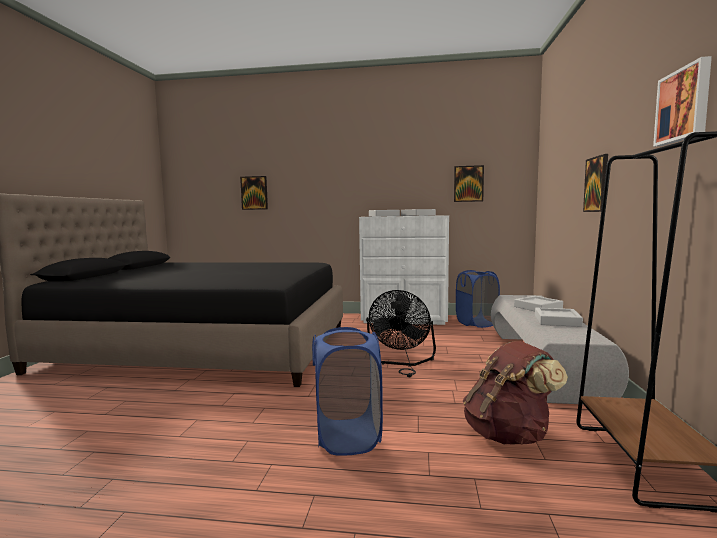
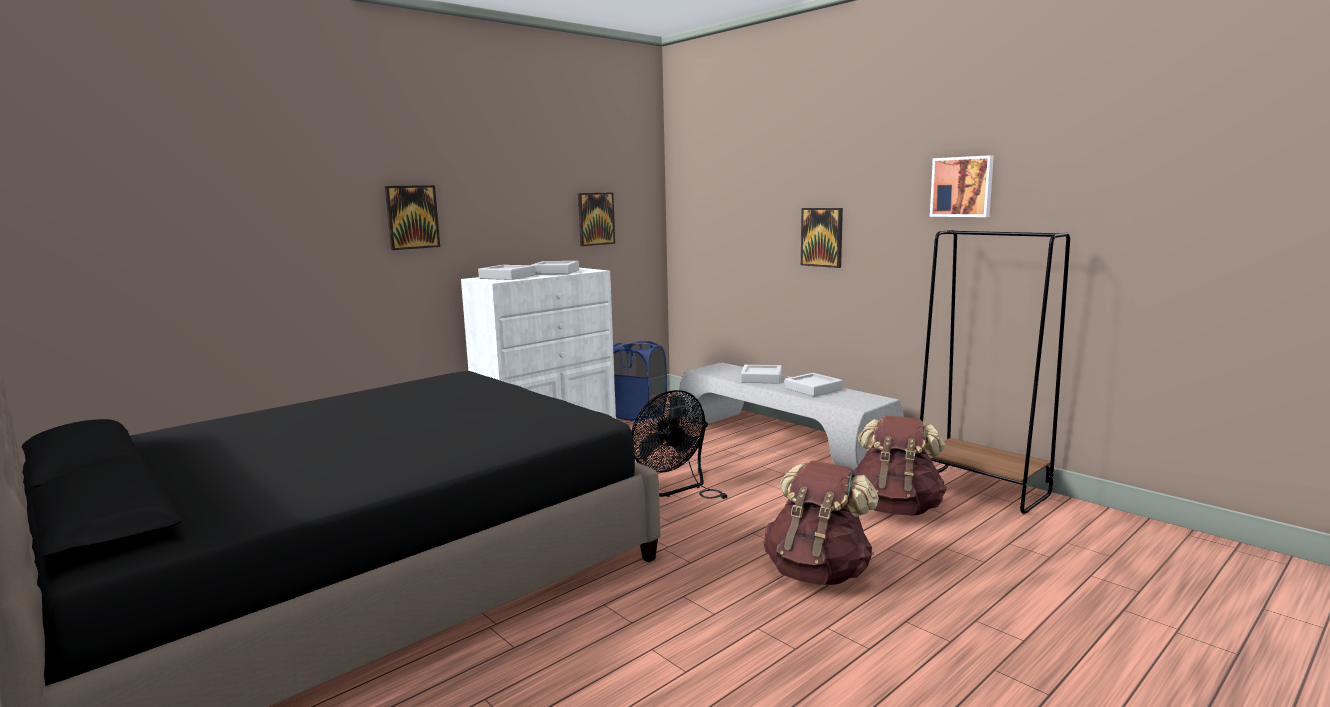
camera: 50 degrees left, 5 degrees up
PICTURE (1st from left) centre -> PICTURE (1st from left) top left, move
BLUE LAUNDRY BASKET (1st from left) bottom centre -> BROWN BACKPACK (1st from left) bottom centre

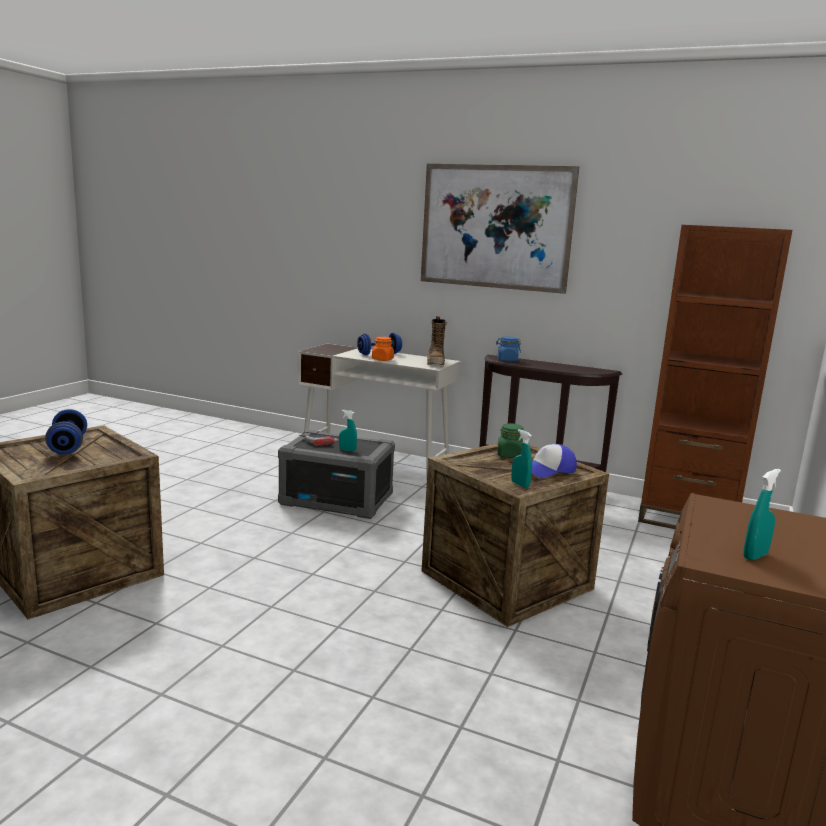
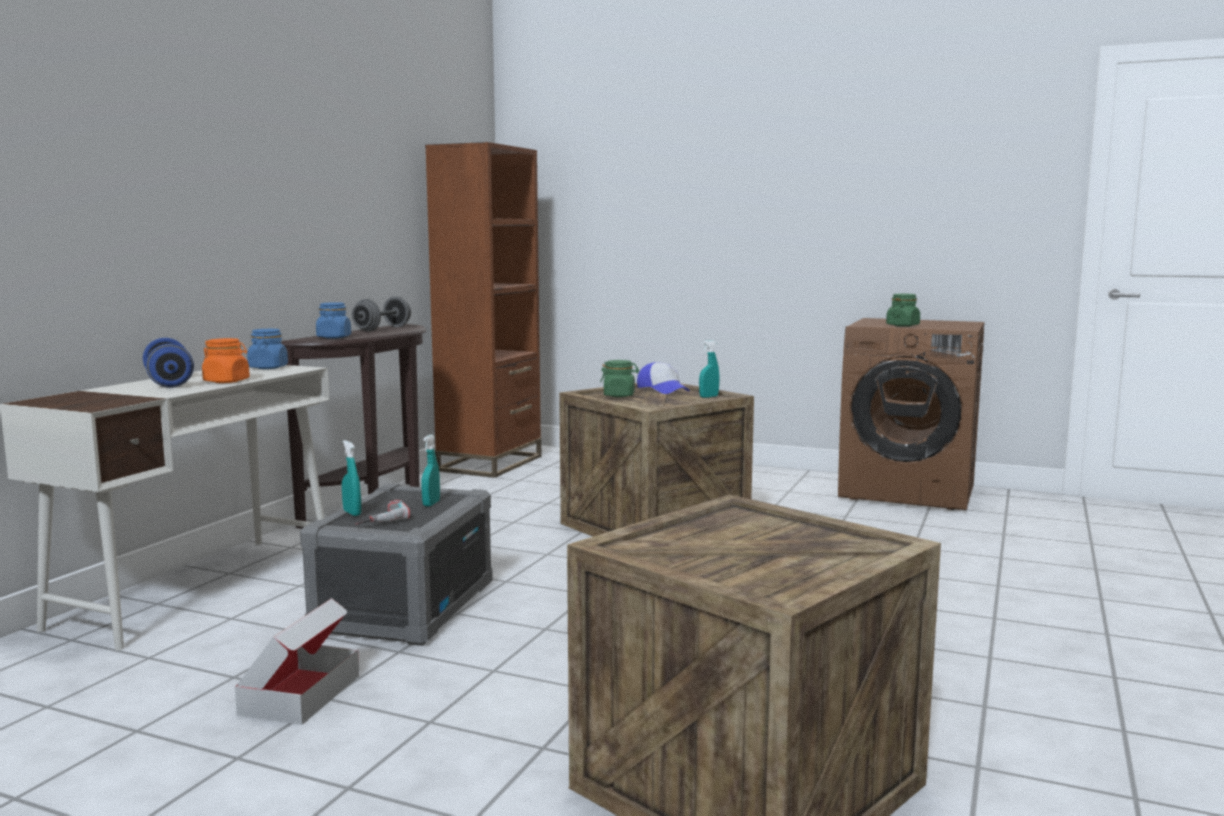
camera: 90 degrees left, 5 degrees down
none -> CARDBOARD BOX bottom left
BOOT centre -> BLUE JAR (1st from left) middle left
TURQUOISE SPRAY BOTTLE (3rd from left in the first image) middle right -> TURQUOISE SPRAY BOTTLE (1st from left) middle left, move
none -> GREY DUMBBELL middle left
none -> GREEN JAR (2nd from left) middle right
BLUE DUMBBELL (1st from left) middle left -> none
PICTURE top centre -> none

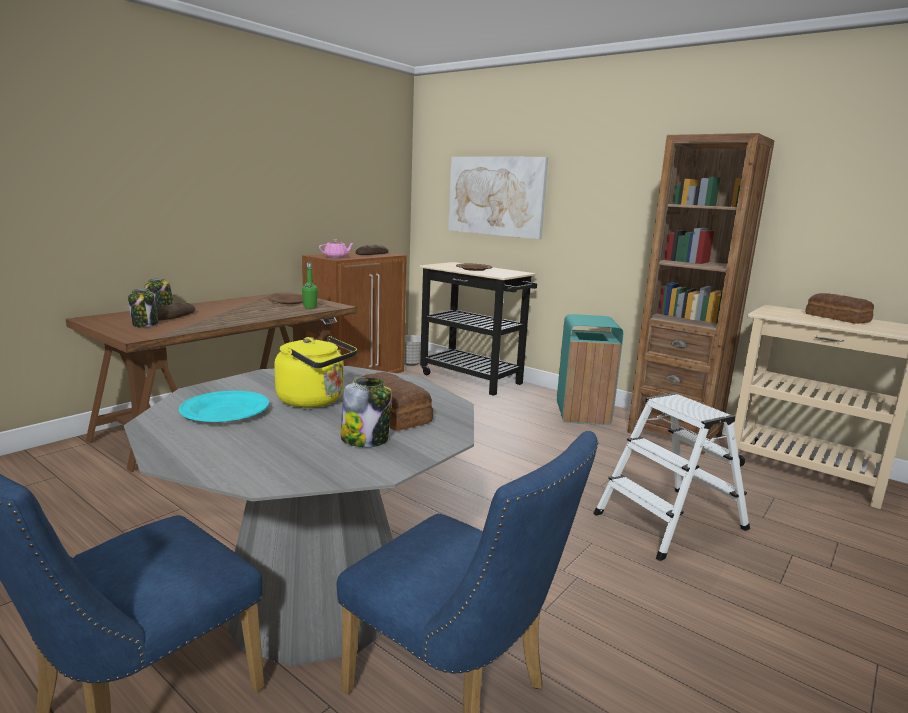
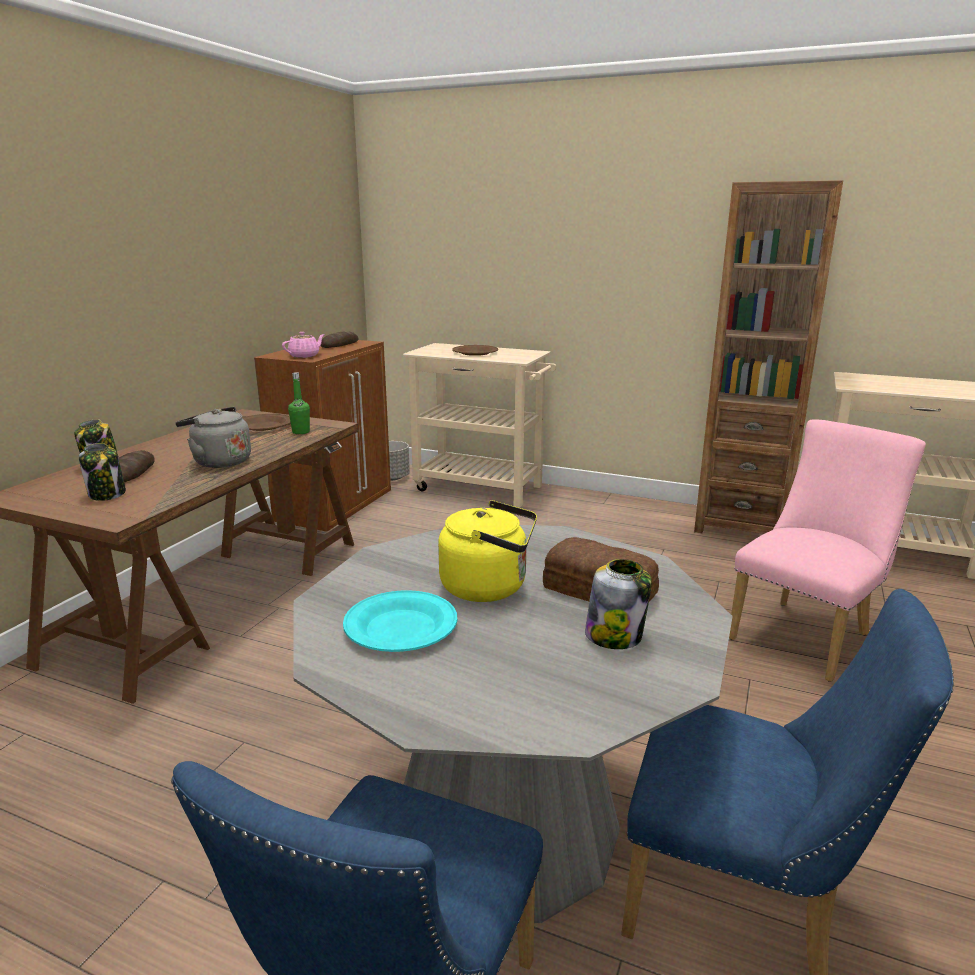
camera: 15 degrees left, 5 degrees up
none -> GREY KETTLE middle left
BLACK CART centre -> BEIGE CART (1st from left) centre
WHITE STEP LADDER bottom right -> PINK CHAIR middle right
PICTURE top centre -> none
TURQUOISE TRASH CAN centre -> none
BREAD (4th from left) middle right -> none

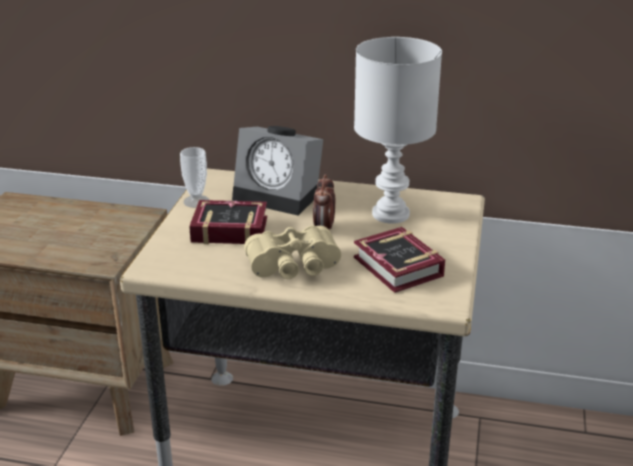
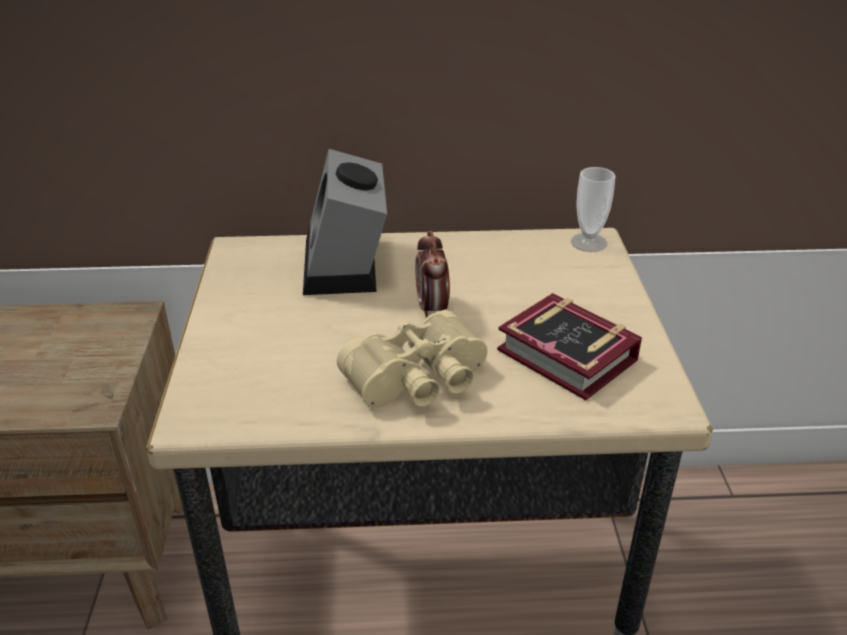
camera: 15 degrees left, 5 degrees up
ALARM CLOCK (1st from left) centre, 75 degrees clockwise
CUP middle left -> CUP top right, move
BOOK (1st from left) centre -> none
WHITE TABLE LAMP top centre -> none

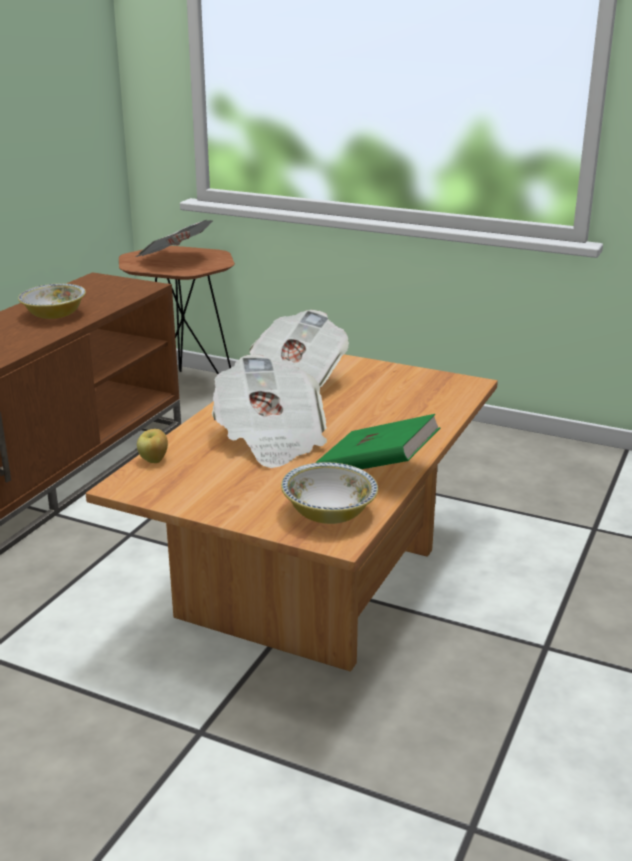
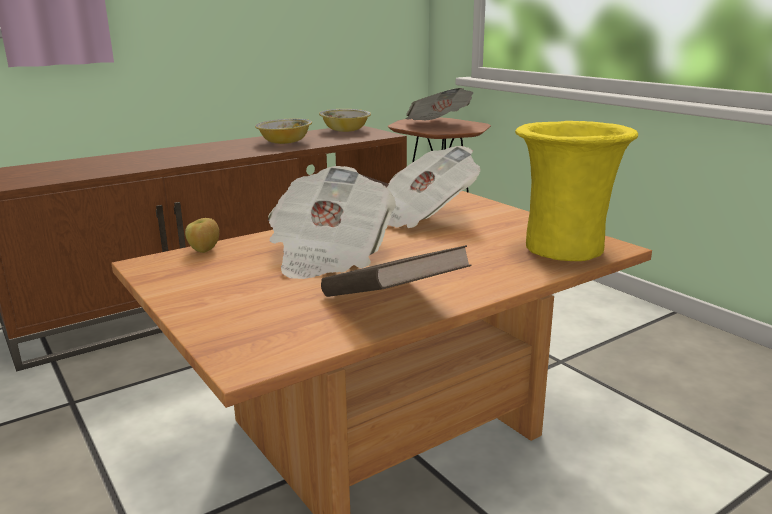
camera: 30 degrees right, 5 degrees down
BOWL (2nd from left) centre -> BOWL (2nd from left) top centre, move
GREEN BOOK centre -> BROWN BOOK centre
none -> YELLOW VASE middle right

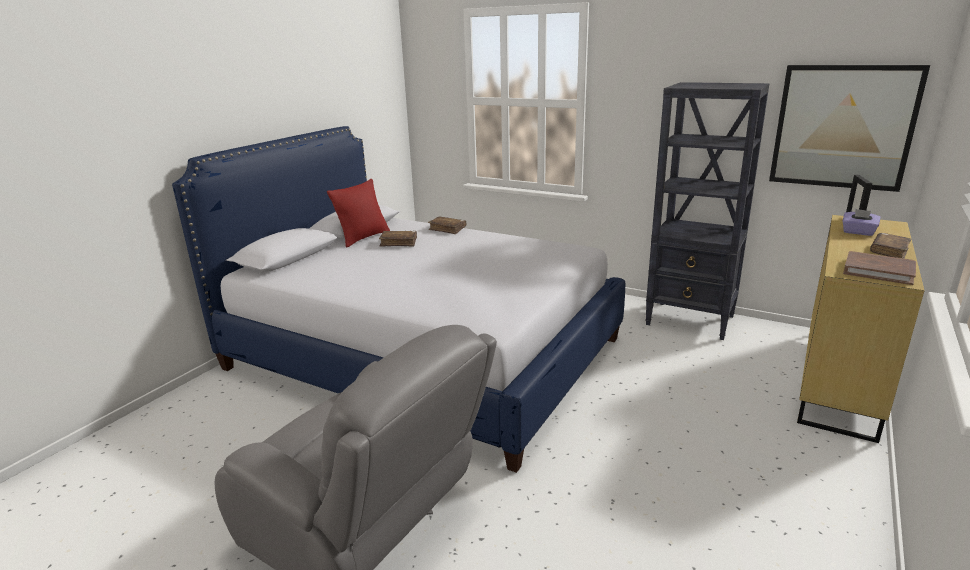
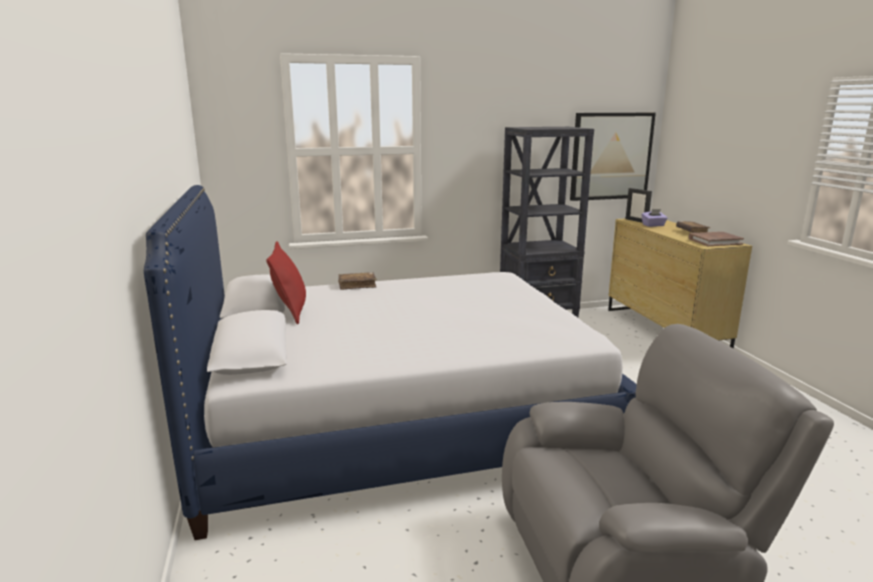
camera: 45 degrees left, 5 degrees down
BROWN BOOK (1st from left) centre -> none

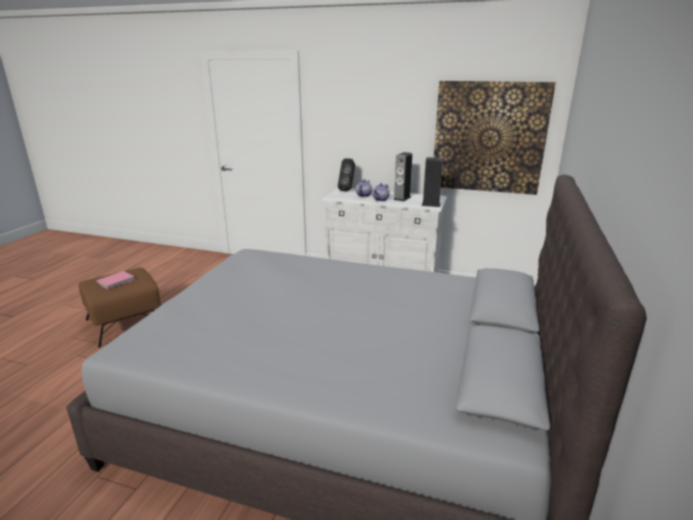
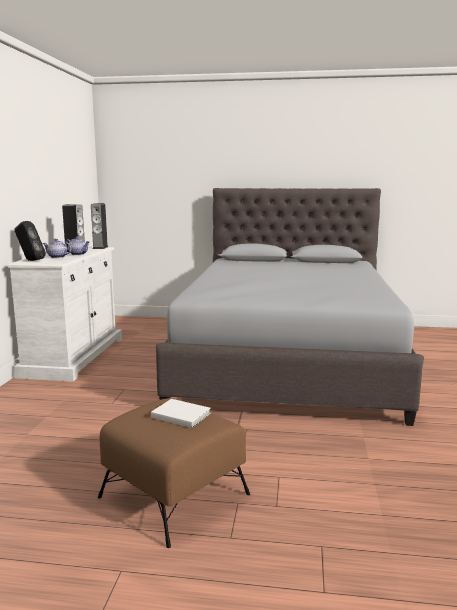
camera: 100 degrees left, 10 degrees down
PINK BOOK middle left -> WHITE BOOK bottom centre
PICTURE top right -> none

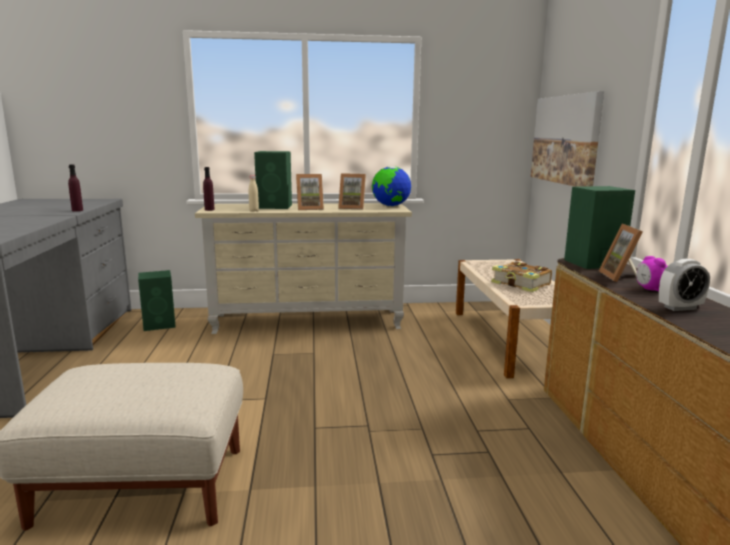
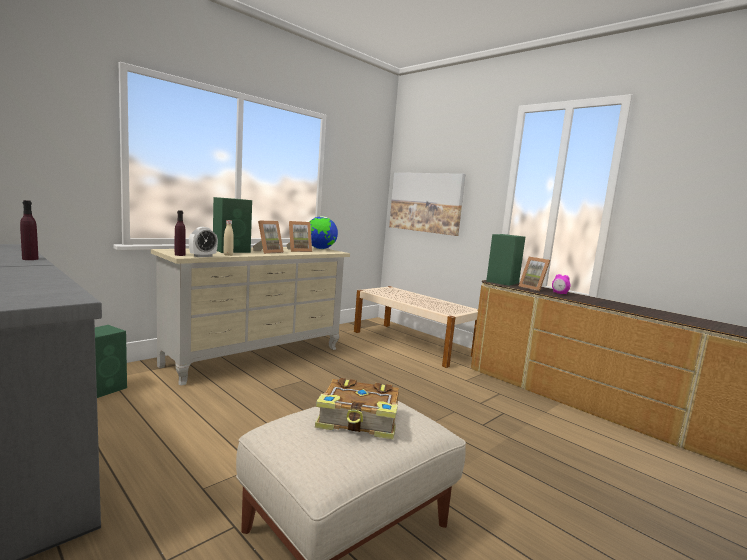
camera: 40 degrees left, 5 degrees down
ALARM CLOCK (2nd from left in the first image) middle right -> ALARM CLOCK (1st from left) middle left, move
BOOK middle right -> BOOK bottom centre, move

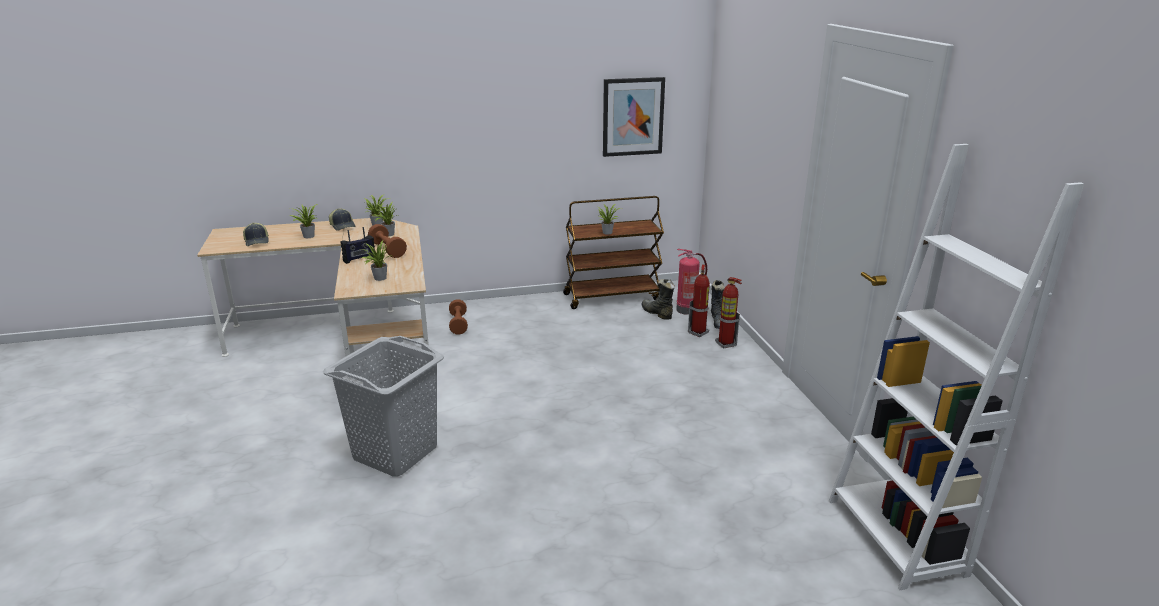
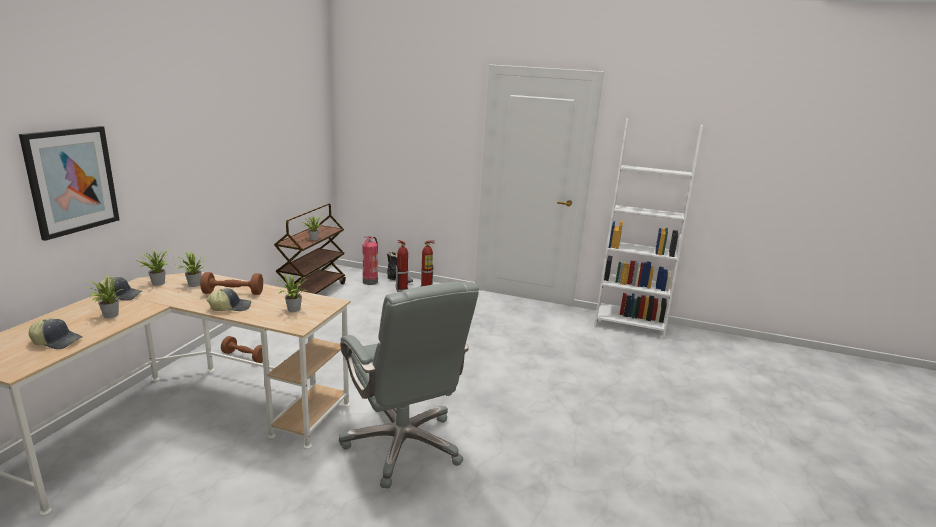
camera: 60 degrees left, 5 degrees down
PICTURE top centre -> PICTURE middle left, move
RADIO middle left -> CAP (3rd from left) middle left
GREY LAUNDRY BASKET bottom left -> GREY OFFICE CHAIR bottom centre
BLACK BOOT (1st from left) centre -> none

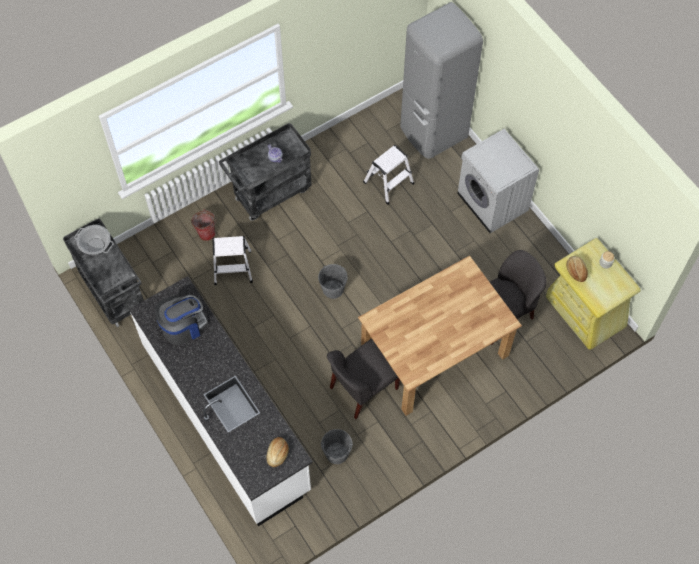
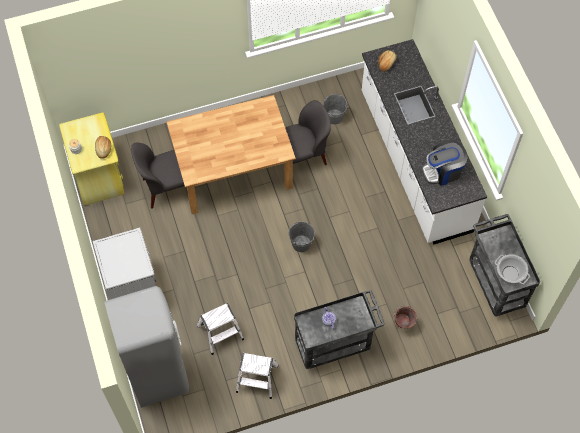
camera: 165 degrees left, 0 degrees up
WHITE STEP LADDER (1st from left in the first image) middle left -> WHITE STEP LADDER (2nd from left) bottom centre, move

